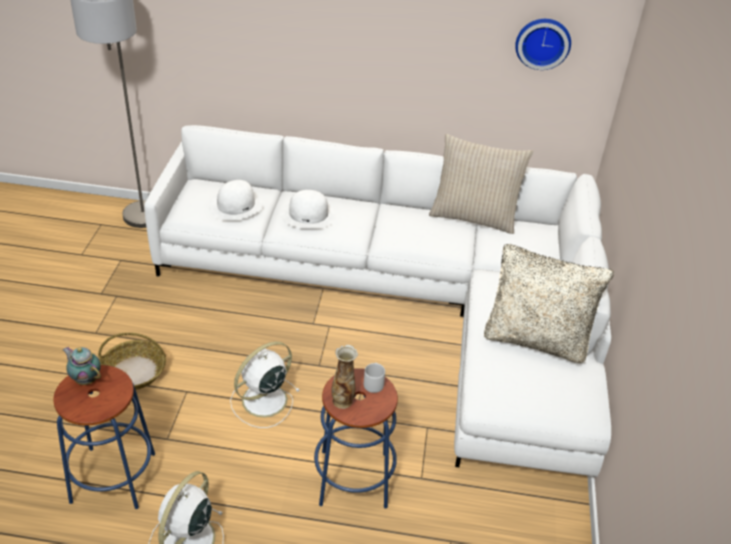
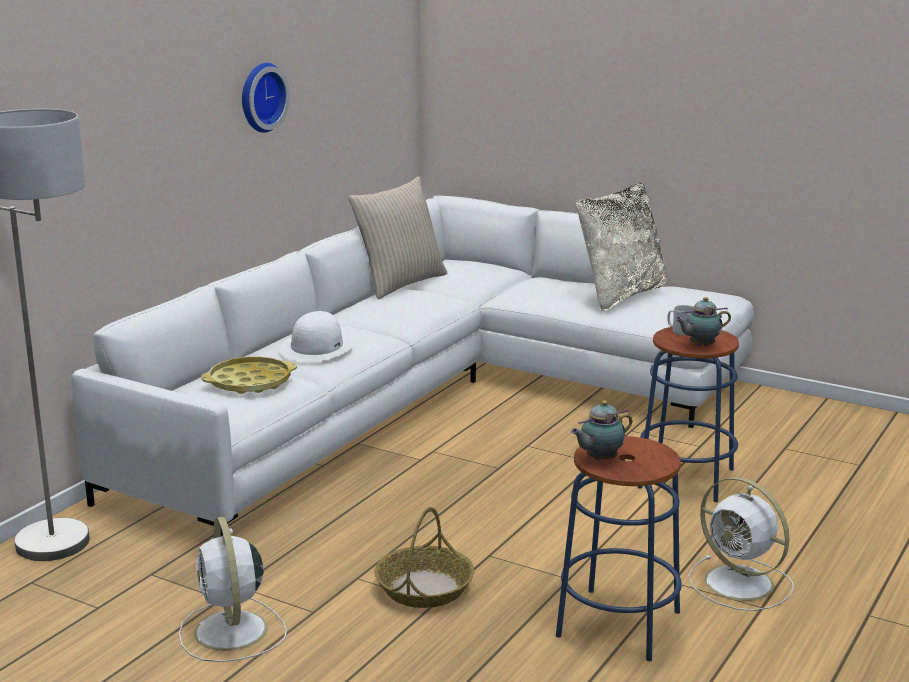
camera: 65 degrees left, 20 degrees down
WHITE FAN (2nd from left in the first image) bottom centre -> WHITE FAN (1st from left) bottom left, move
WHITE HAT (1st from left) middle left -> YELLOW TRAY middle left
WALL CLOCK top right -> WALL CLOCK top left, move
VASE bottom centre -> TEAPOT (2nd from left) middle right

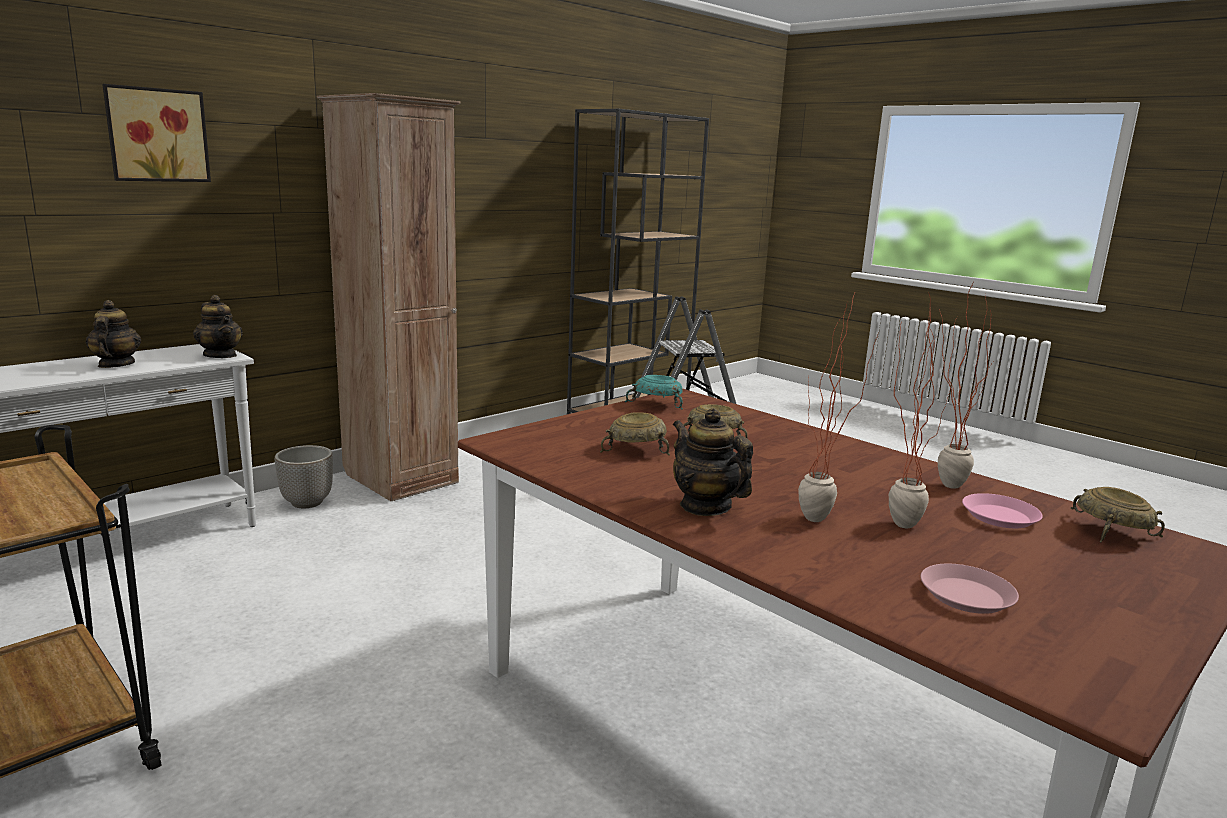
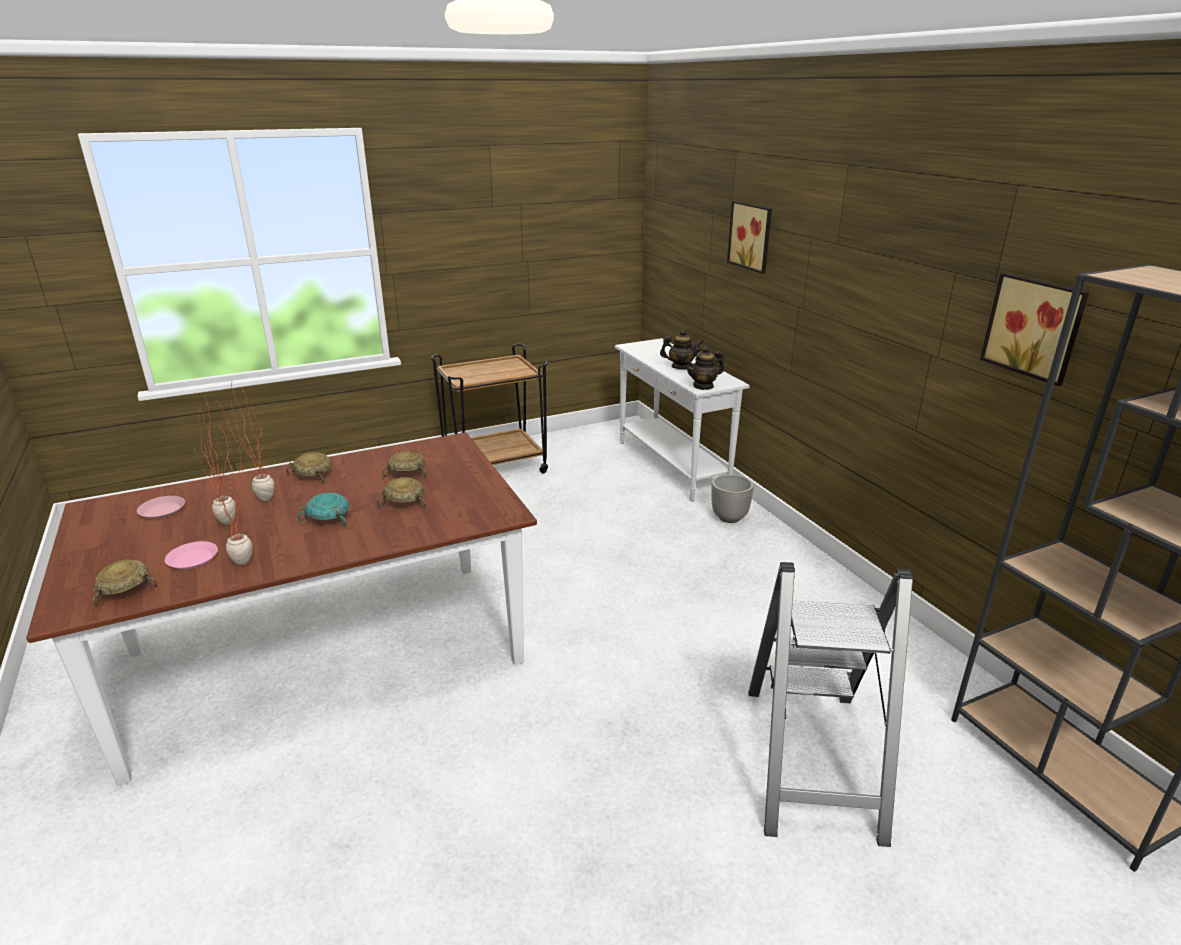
camera: 110 degrees right, 10 degrees up
TEAPOT (3rd from left) centre -> BEIGE BOWL (2nd from left) middle left
TURQUOISE BOWL centre -> TURQUOISE BOWL middle left, move
none -> PICTURE (2nd from left) middle right
BROWN CABINET middle left -> none

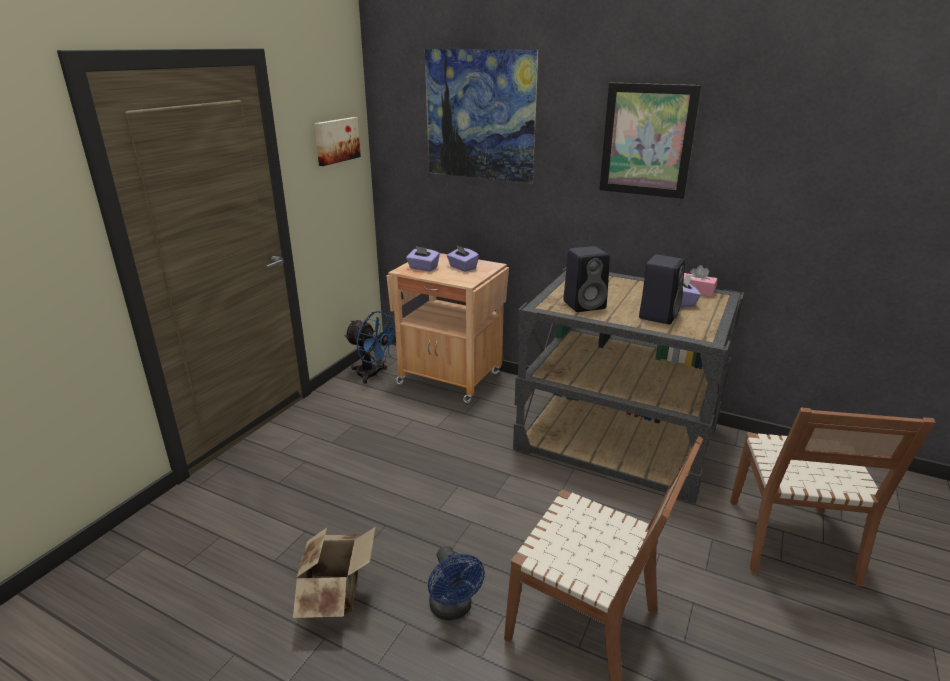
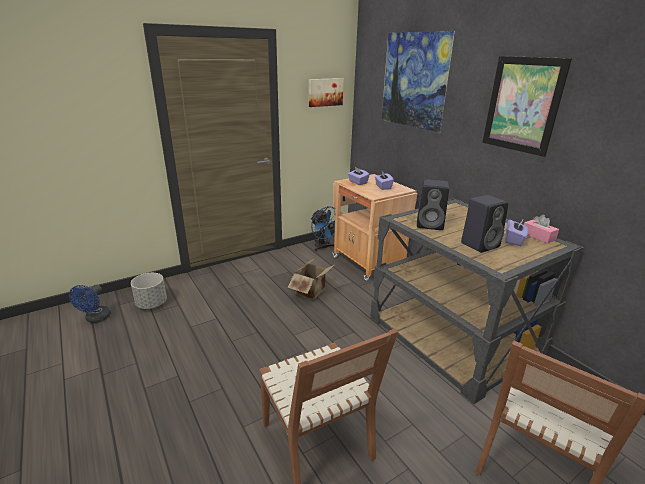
camera: 30 degrees right, 0 degrees up
BLUE FAN (2nd from left in the first image) bottom centre -> BLUE FAN (1st from left) middle left, move
none -> GREY PLANTER middle left
CARDBOARD BOX bottom centre -> CARDBOARD BOX centre, move

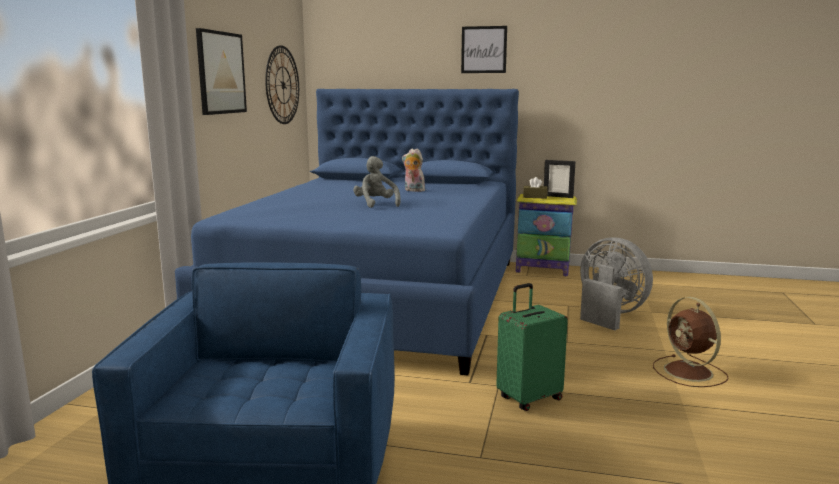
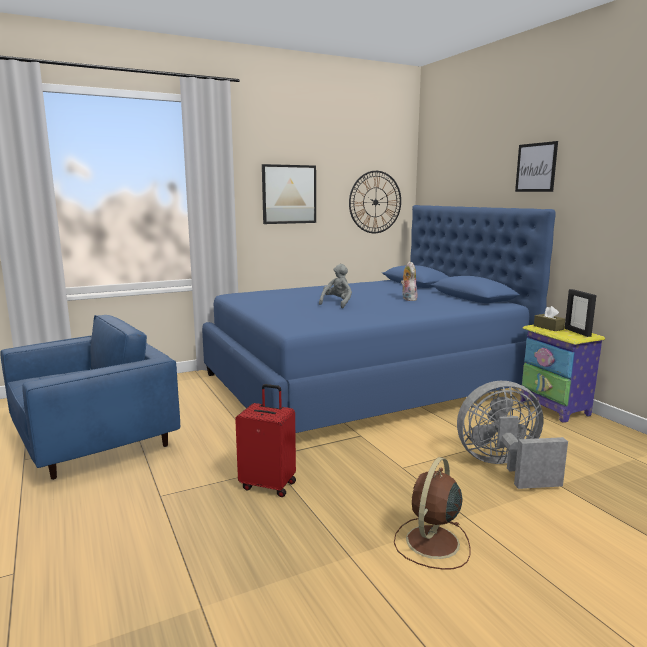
camera: 50 degrees right, 0 degrees up
GREEN SUITCASE bottom centre -> RED SUITCASE bottom centre
GREY FAN middle right -> GREY FAN bottom right, 105 degrees counterclockwise

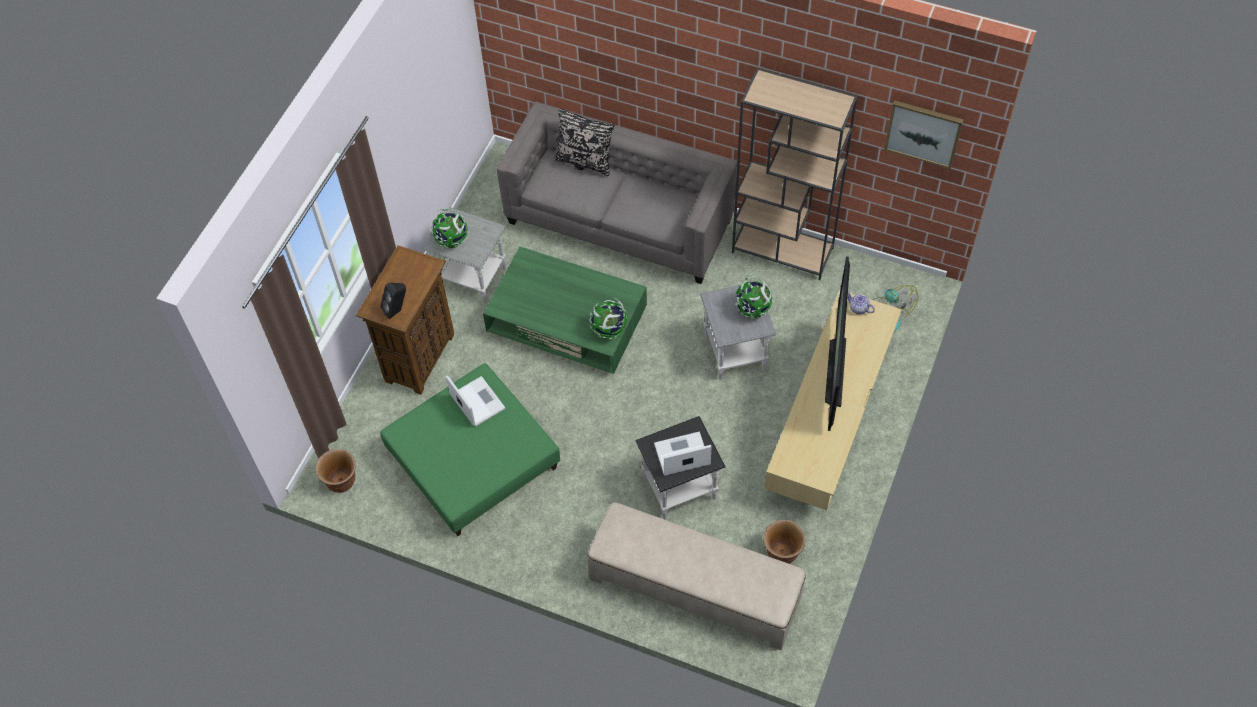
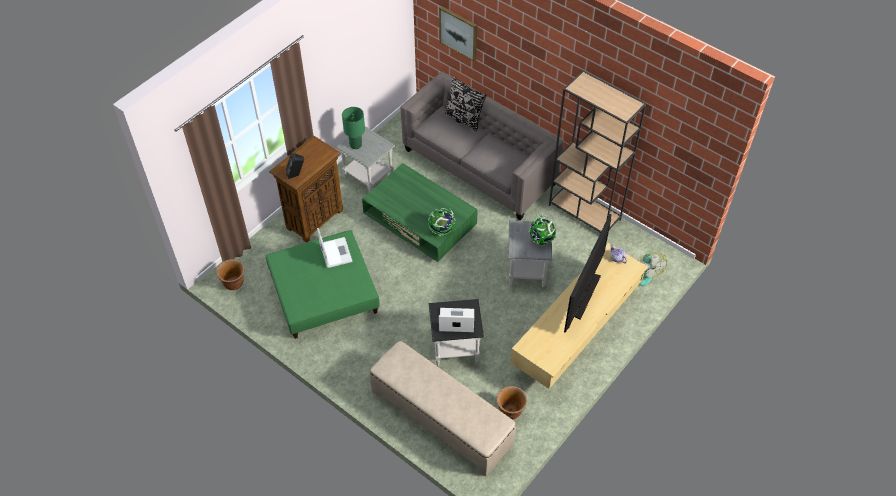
camera: 15 degrees right, 5 degrees down
GLOBE (1st from left) top centre -> GREEN TABLE LAMP top centre
PICTURE top right -> PICTURE top centre, move

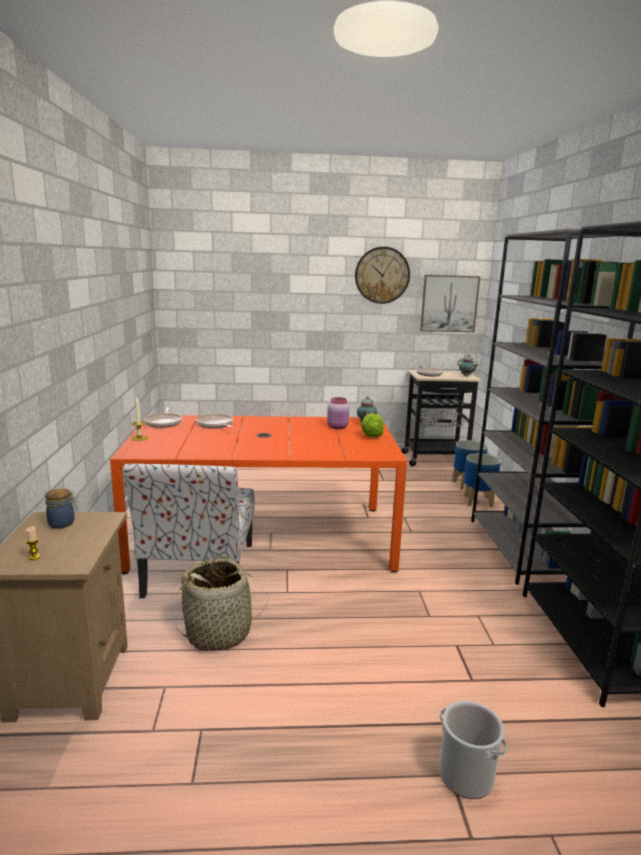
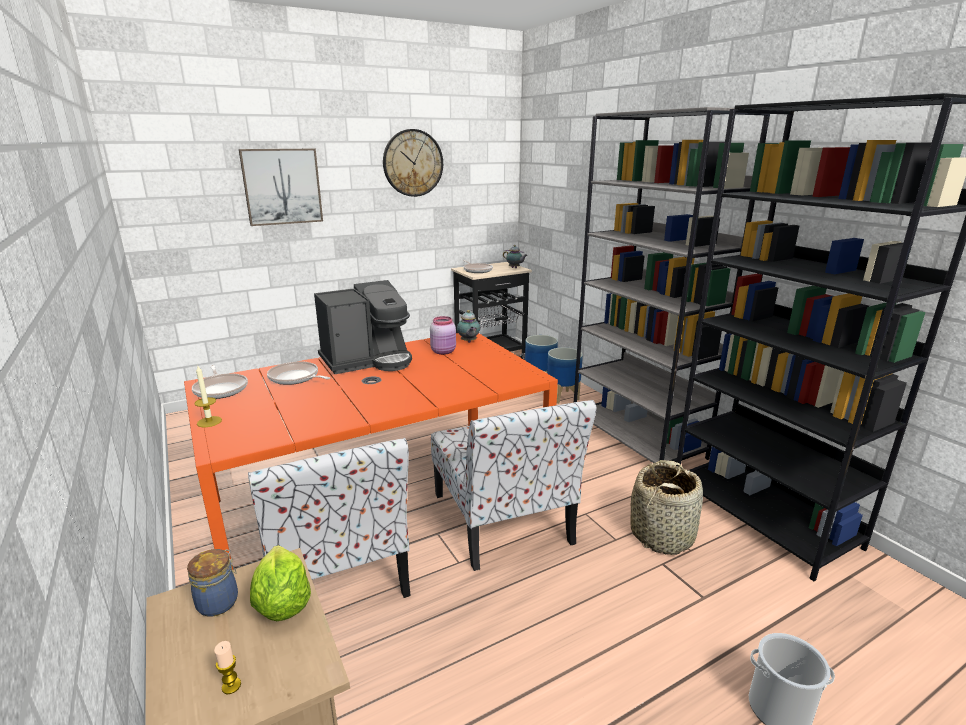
camera: 25 degrees left, 5 degrees up
PICTURE middle right -> PICTURE top left, move
LETTUCE centre -> LETTUCE bottom left, move
none -> COFFEE MACHINE centre
none -> CHAIR (2nd from left) bottom centre
BASKET bottom centre -> BASKET bottom right, move

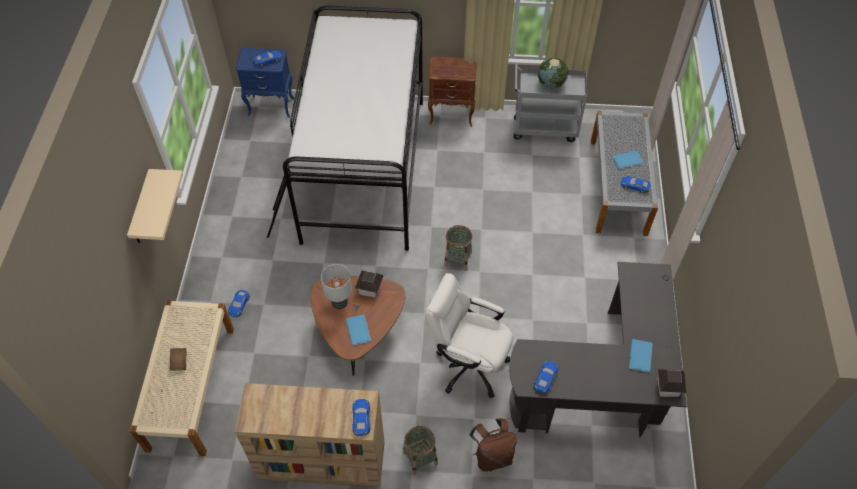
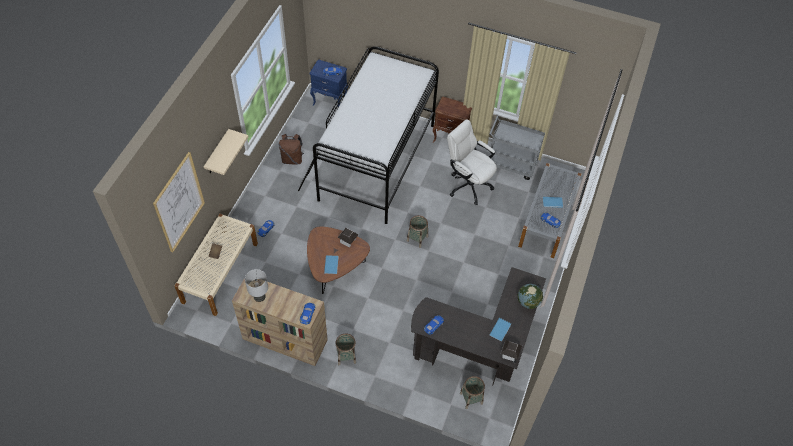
camera: 15 degrees right, 0 degrees up
none -> PICTURE middle left
GREY TABLE LAMP centre -> GREY TABLE LAMP middle left, move
BROWN BACKPACK bottom centre -> BROWN BACKPACK centre, move
WHITE OFFICE CHAIR bottom centre -> WHITE OFFICE CHAIR centre, move
none -> BASKET (3rd from left) bottom centre
GLOBE top centre -> GLOBE middle right, move

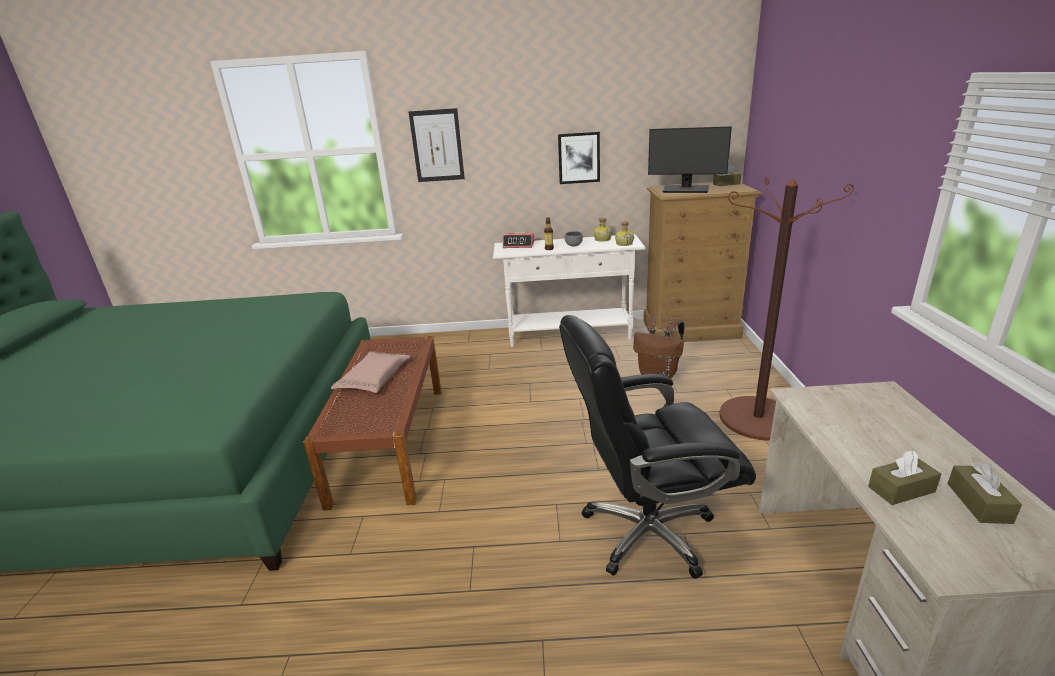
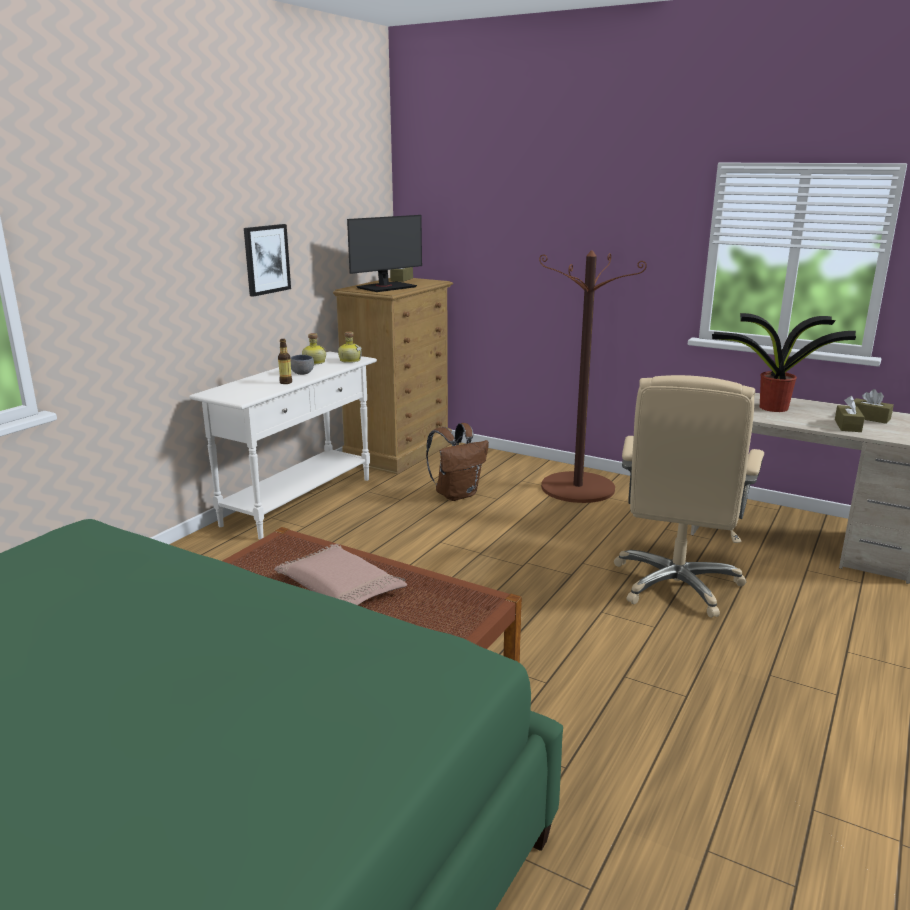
camera: 60 degrees left, 5 degrees down
BLACK OFFICE CHAIR centre -> BEIGE OFFICE CHAIR middle right
none -> POTTED PLANT middle right
PICTURE (1st from left) top centre -> none
ALARM CLOCK centre -> none

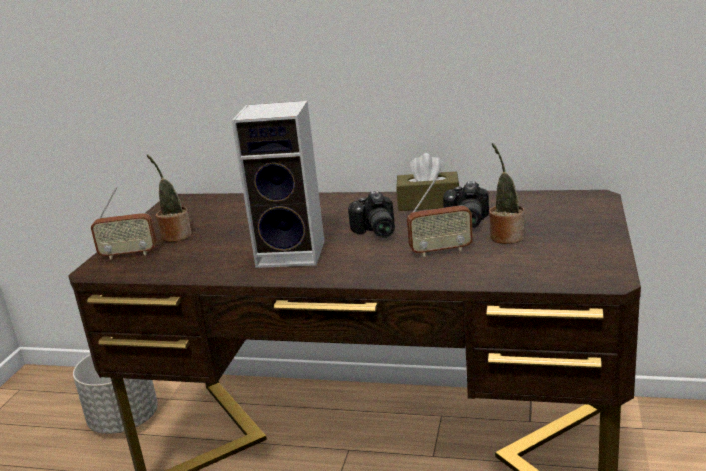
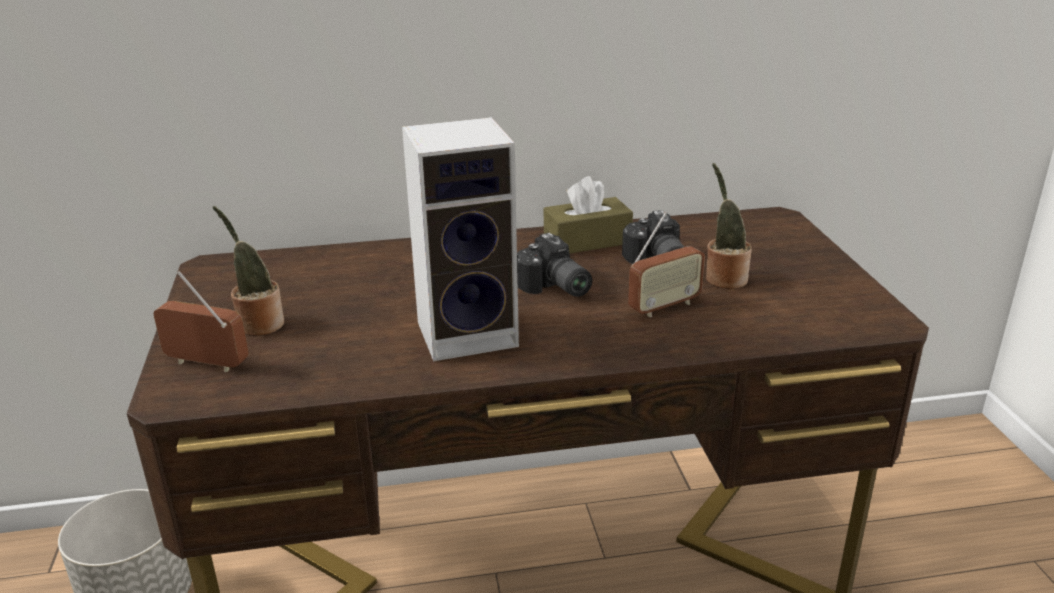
camera: 25 degrees left, 5 degrees up
RADIO (1st from left) middle left, 135 degrees counterclockwise

